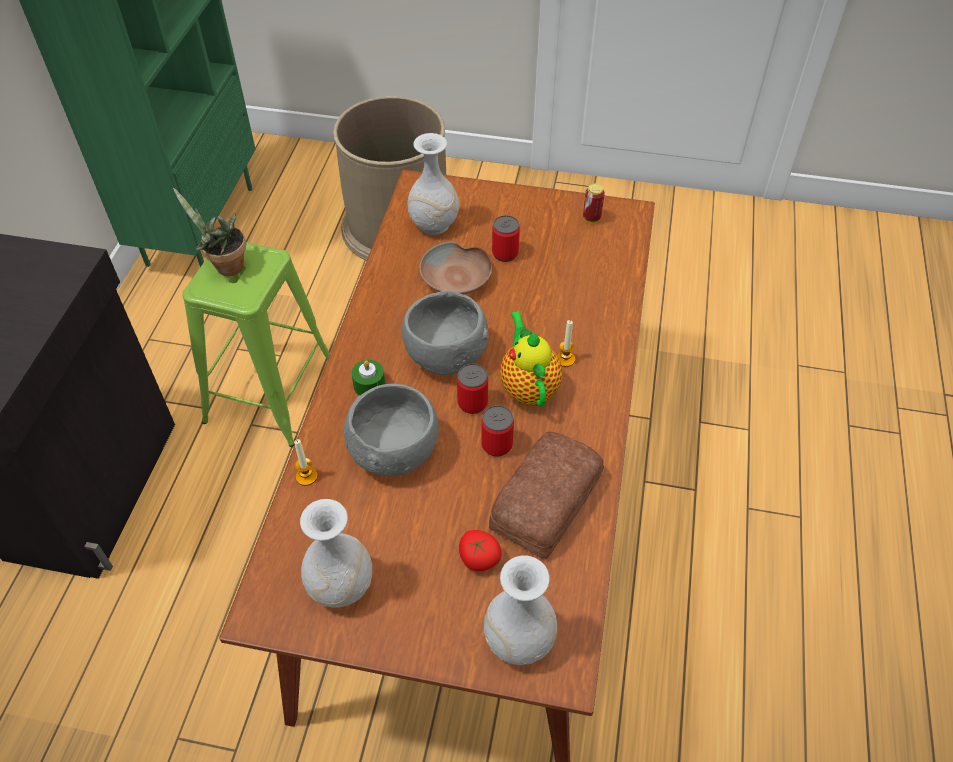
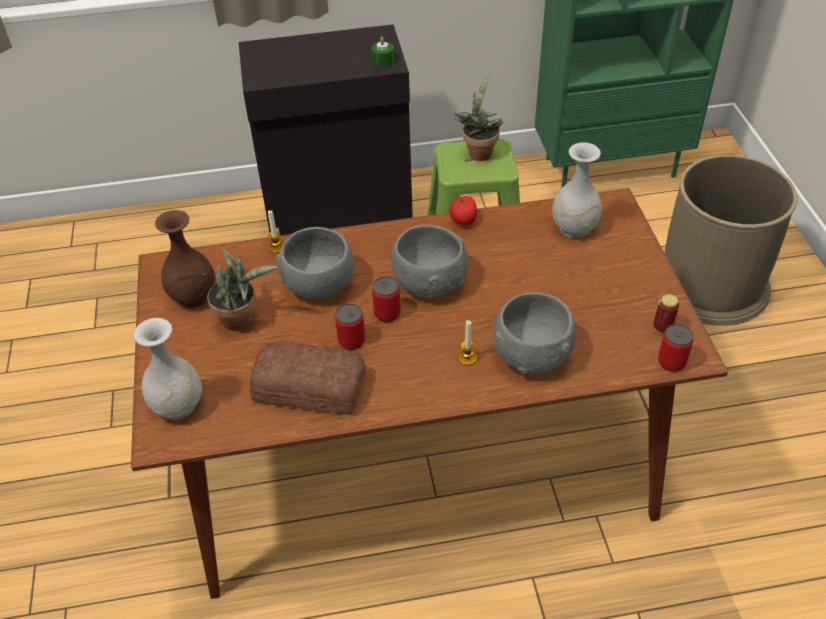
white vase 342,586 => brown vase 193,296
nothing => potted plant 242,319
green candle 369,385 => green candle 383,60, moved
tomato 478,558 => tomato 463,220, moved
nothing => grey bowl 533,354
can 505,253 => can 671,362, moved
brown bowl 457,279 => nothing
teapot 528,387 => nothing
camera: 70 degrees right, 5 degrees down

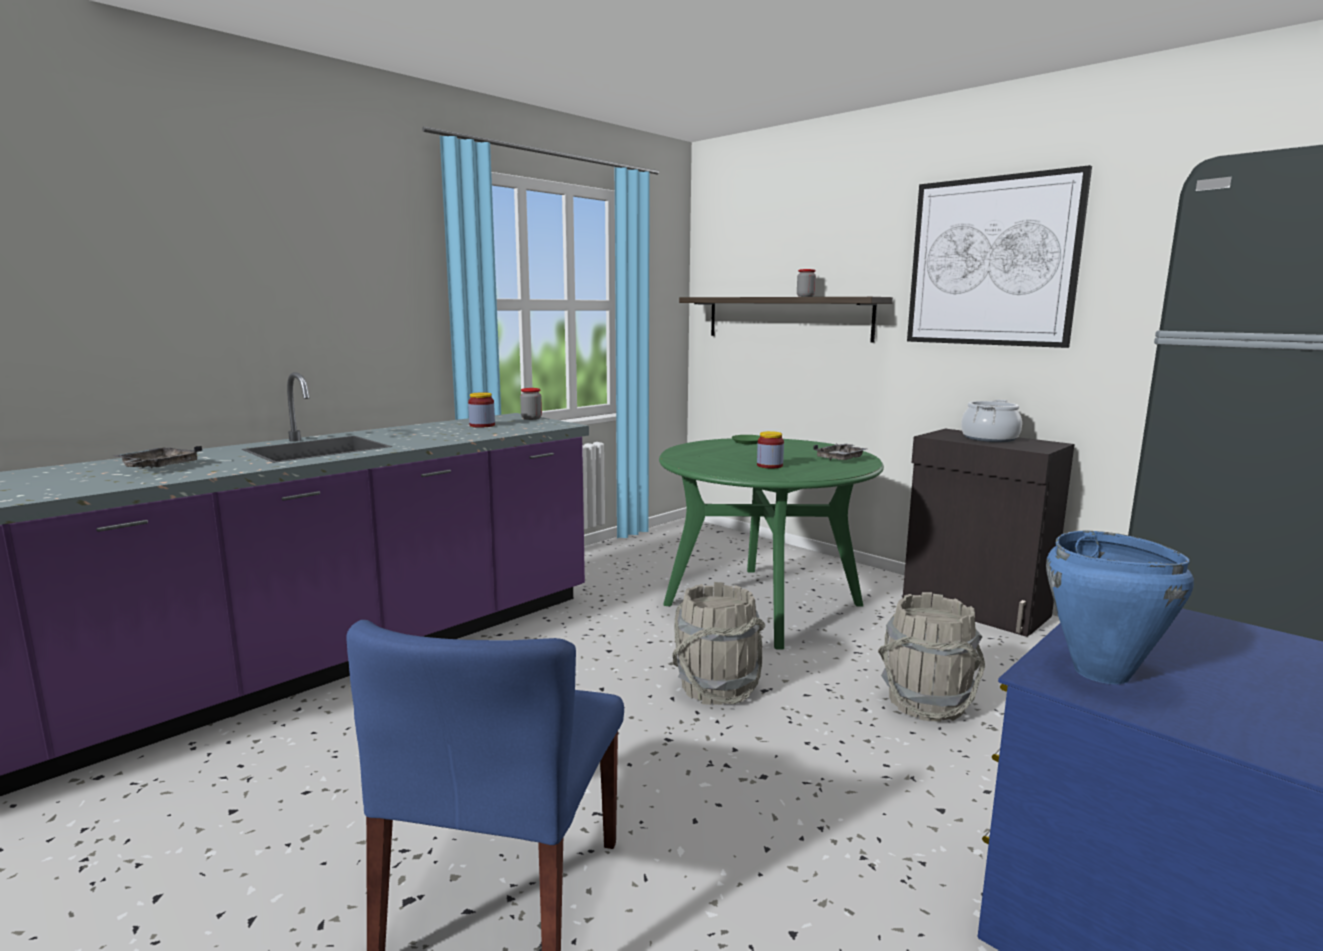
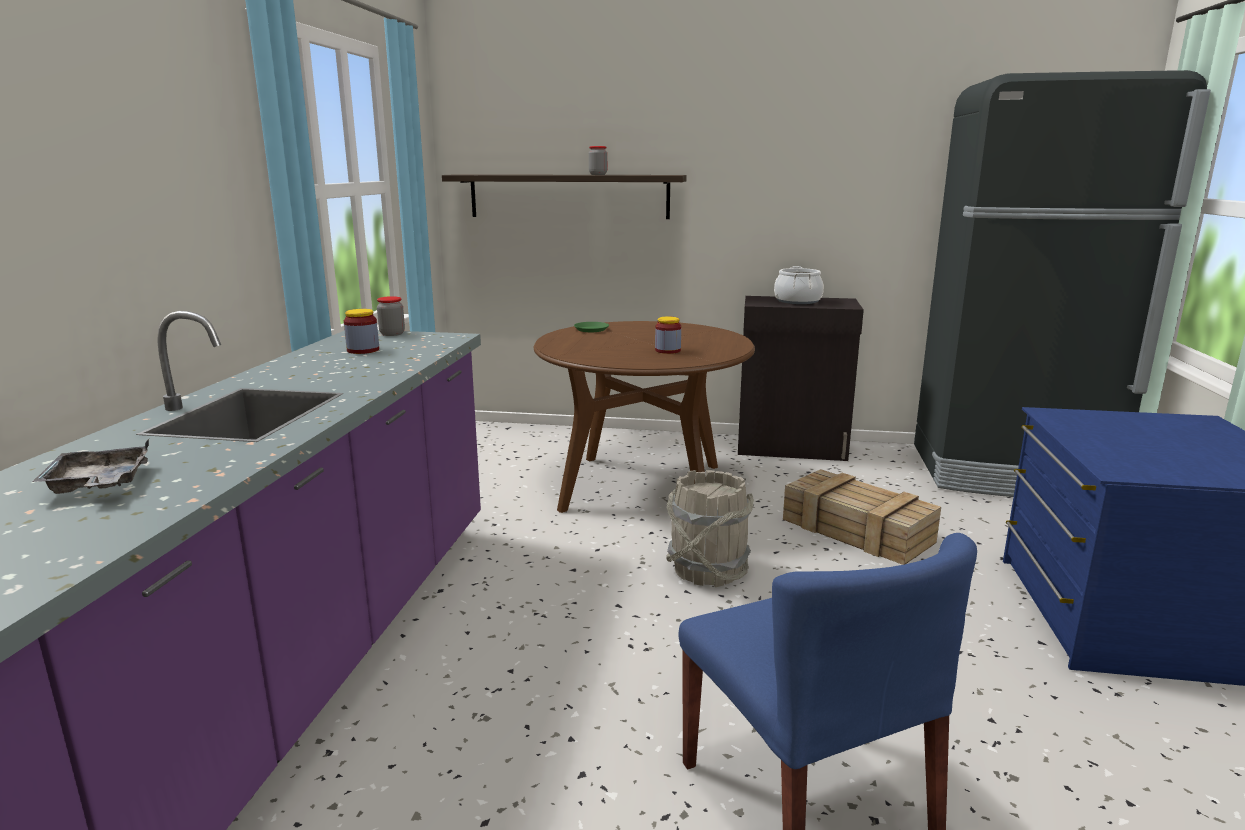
green dining table 763,604 => brown dining table 642,487
grey bucket 925,703 => crate 854,530
grey tray 841,458 => nothing
picture 992,262 => nothing
blue cooking pot 1100,673 => nothing
camera: 35 degrees left, 5 degrees up

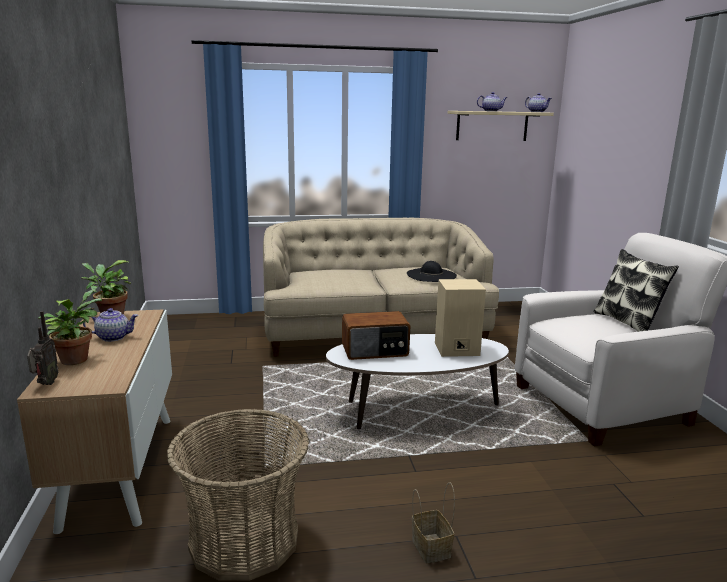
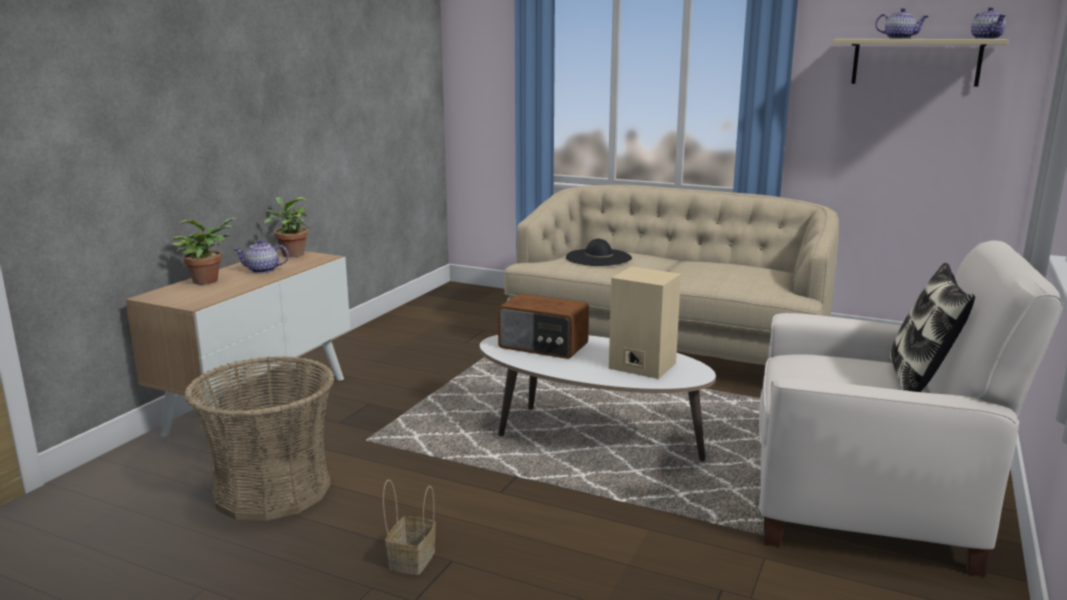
teapot 113,337 => teapot 262,270, 150 degrees clockwise
black hat 431,275 => black hat 598,258, moved
radio 45,384 => nothing
camera: 35 degrees right, 0 degrees up

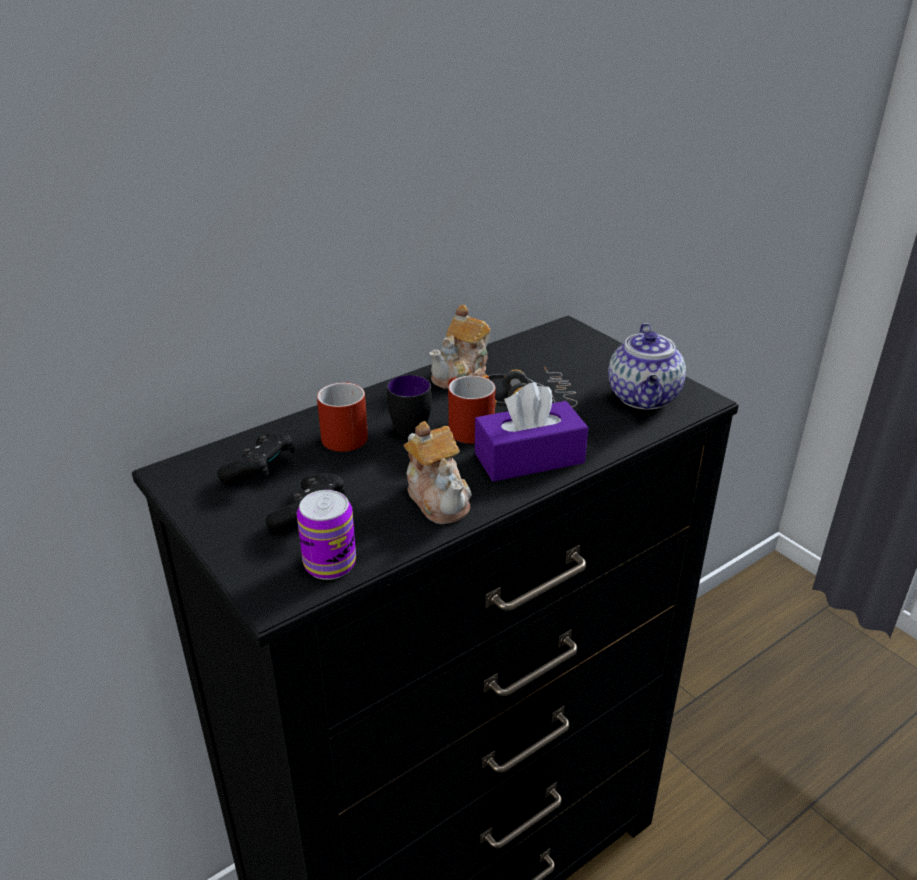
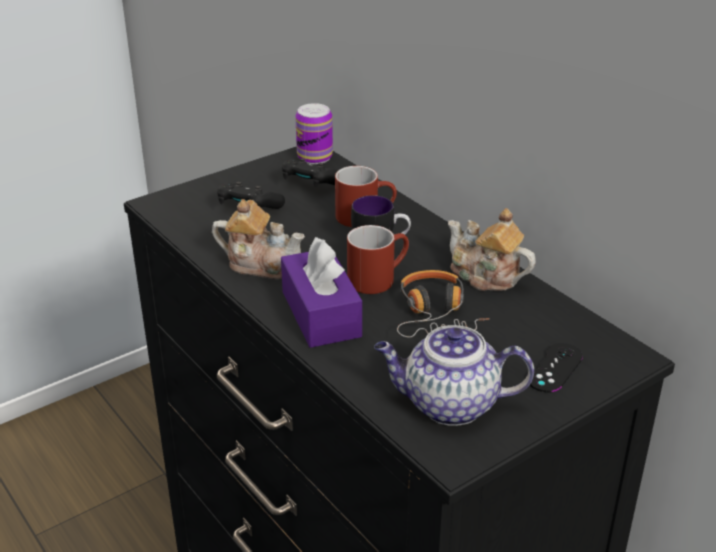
teapot 438,498 => teapot 261,264, 135 degrees counterclockwise
can 330,564 => can 314,157, moved
nothing => black game controller 554,368
camera: 90 degrees right, 0 degrees up

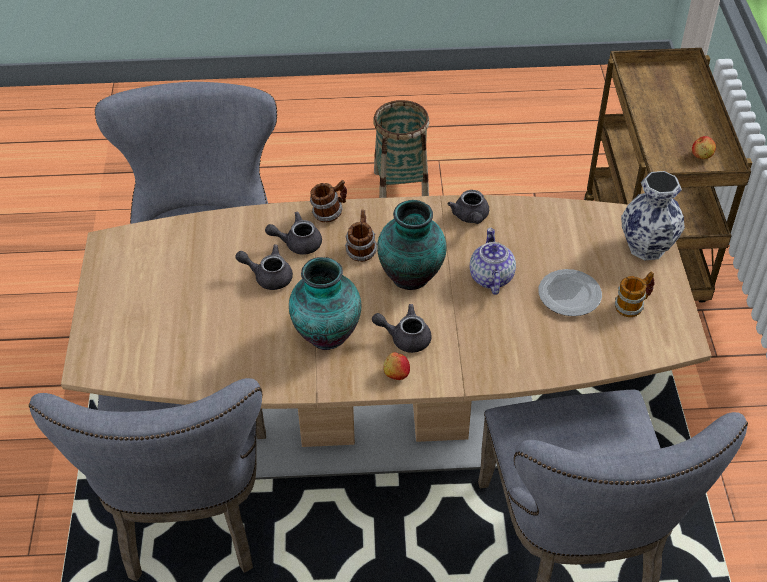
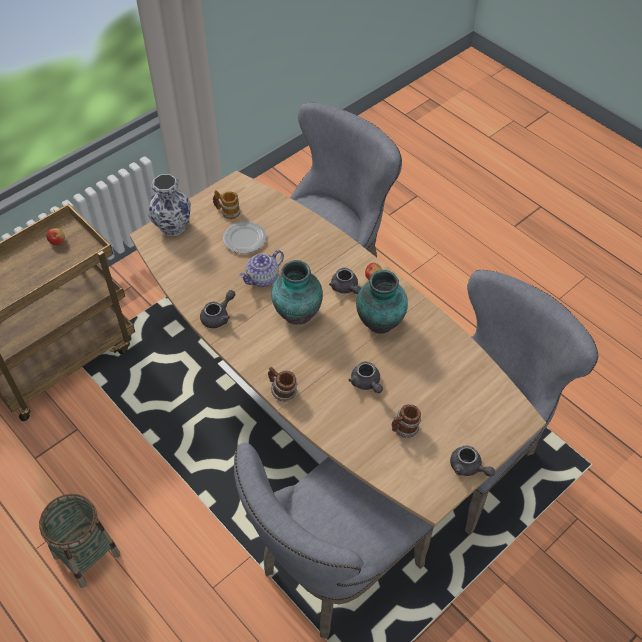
mug 361,250 => mug 404,429, moved
grey teapot 297,243 => grey teapot 468,467, moved
camera: 130 degrees left, 5 degrees up

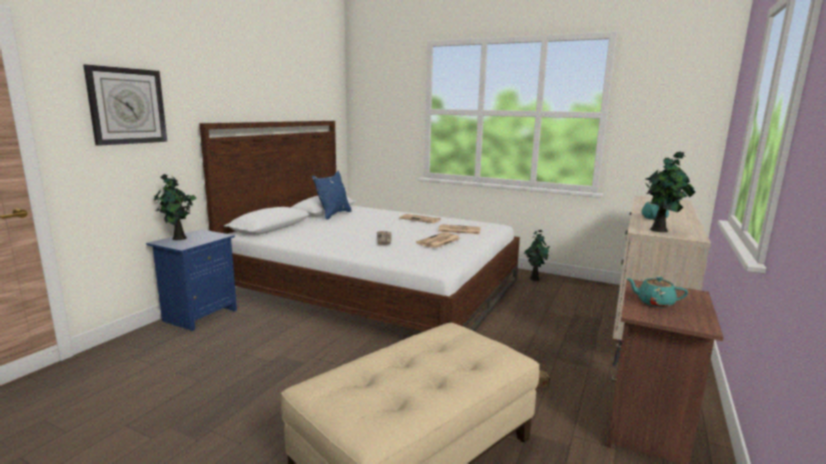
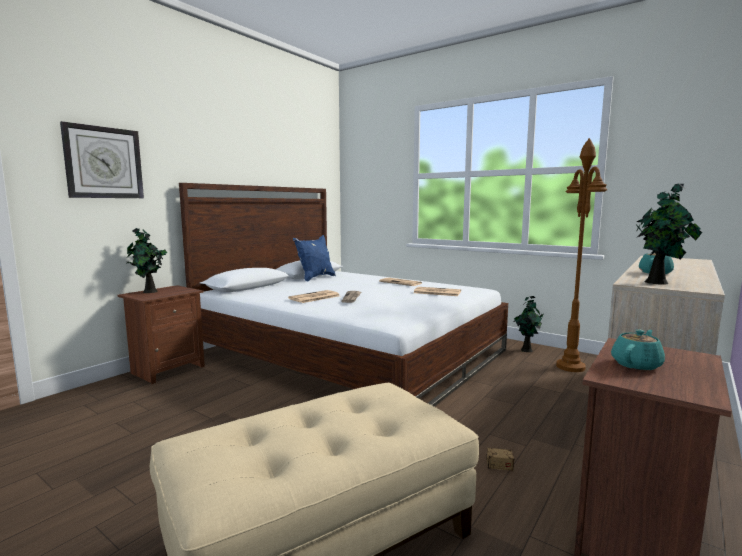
blue nightstand 199,315 => brown nightstand 167,370
newspaper 438,241 => newspaper 314,297, moved
nothing => brown floor lamp 570,367
turquoise teapot 654,302 => turquoise teapot 636,364, 105 degrees clockwise
camera: 10 degrees right, 5 degrees down

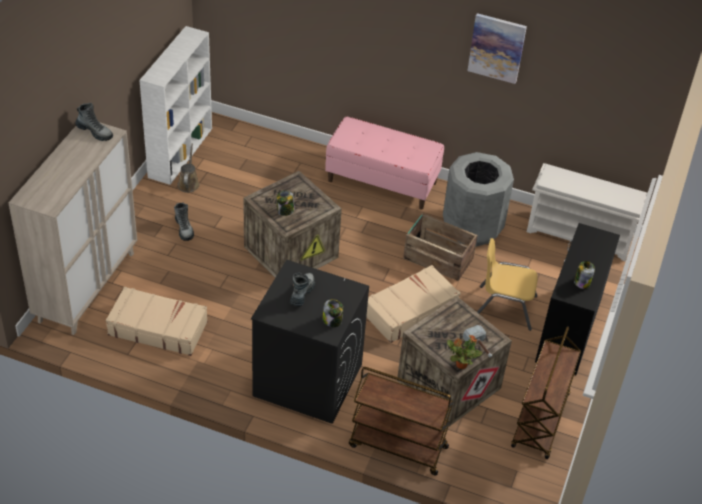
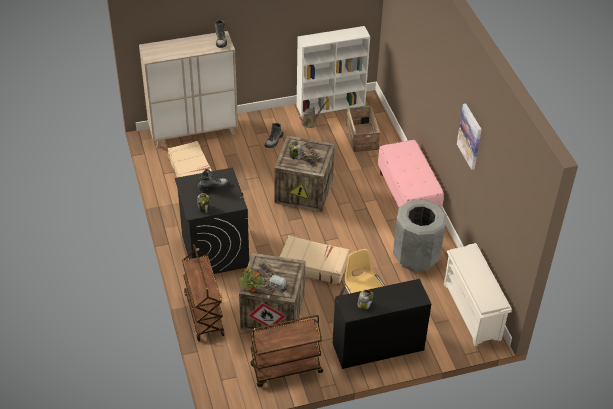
crate 437,258 => crate 362,136, moved
camera: 55 degrees right, 0 degrees up

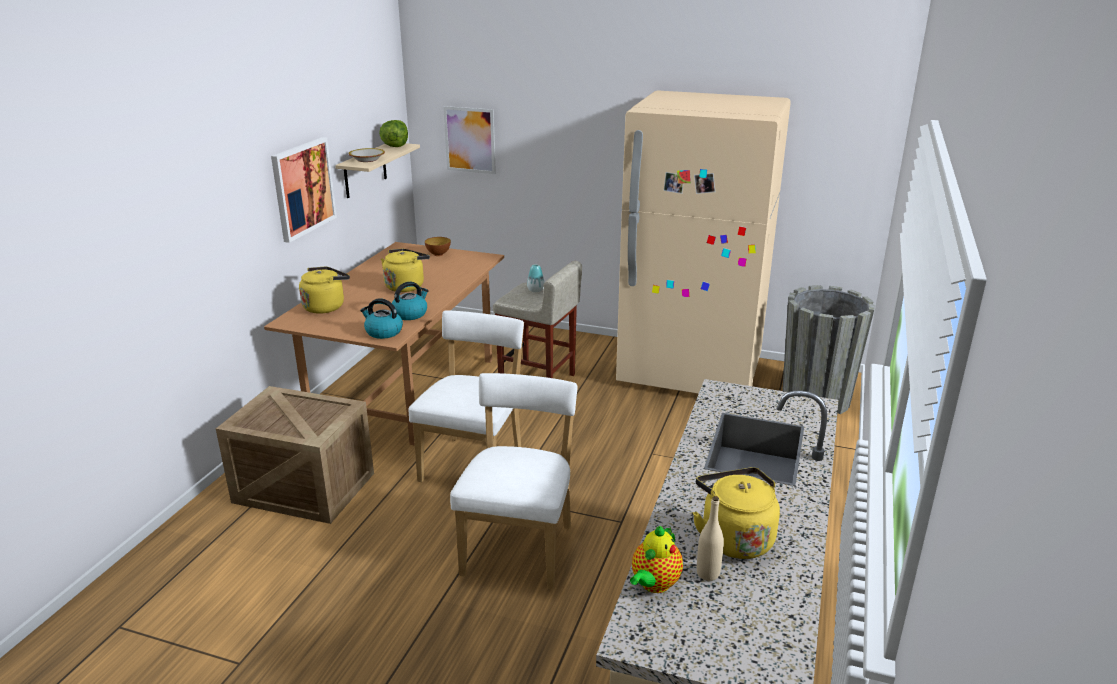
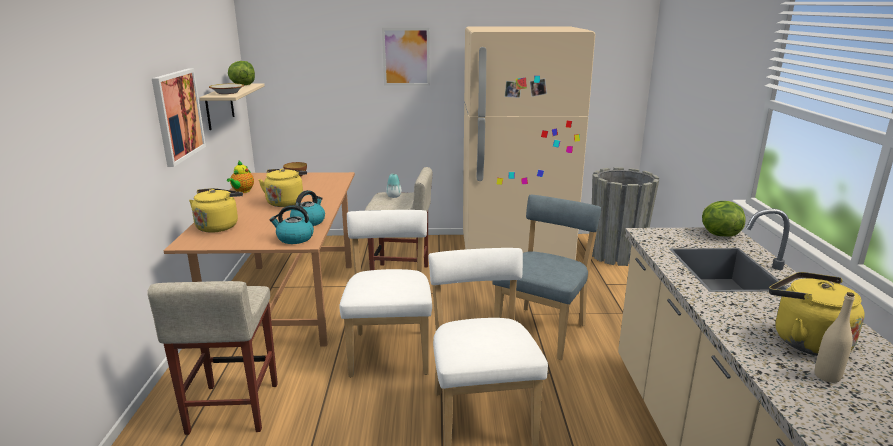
crate 302,488 => beige stool 233,408
teapot 654,585 => teapot 242,191, moved
picture 470,140 => picture 406,56, moved
nothing => blue chair 543,330
nothing => lettuce 718,234
camera: 20 degrees left, 5 degrees down

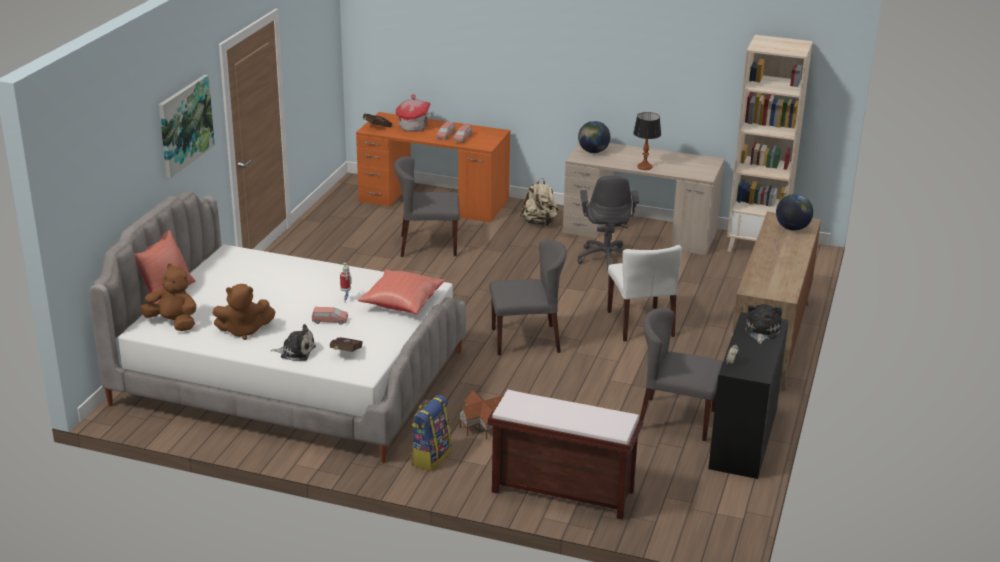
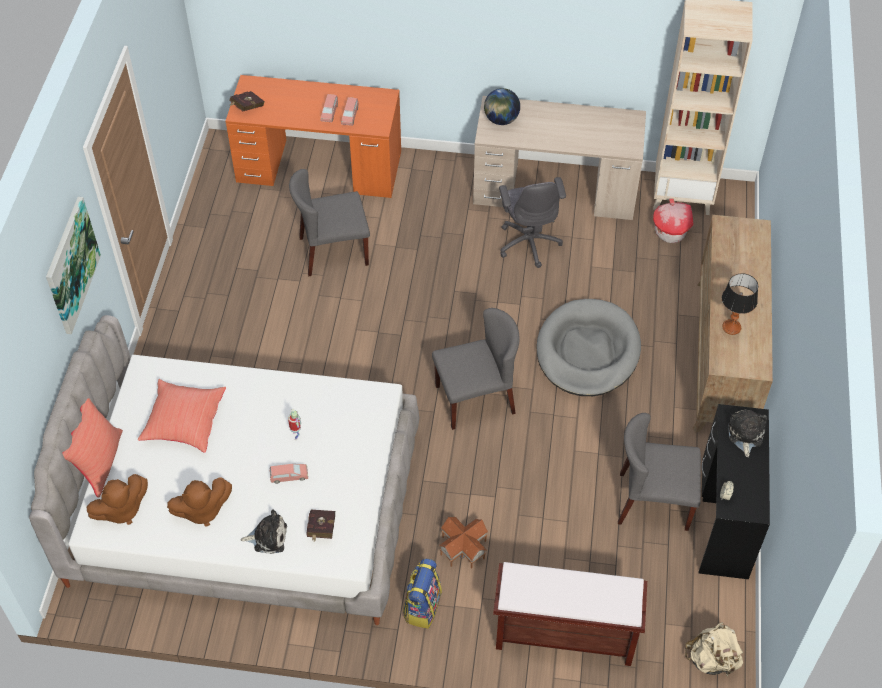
brown plush toy 173,323 => brown plush toy 121,510, 135 degrees clockwise
red pillow 401,303 => red pillow 184,423, moved
white chair 640,324 => grey dog bed 587,351
toy house 413,127 => toy house 670,231, moved
beige backpack 539,223 => beige backpack 712,660, moved
table lamp 645,167 => table lamp 731,327, moved
globe 792,228 => nothing
camera: 10 degrees left, 25 degrees up

